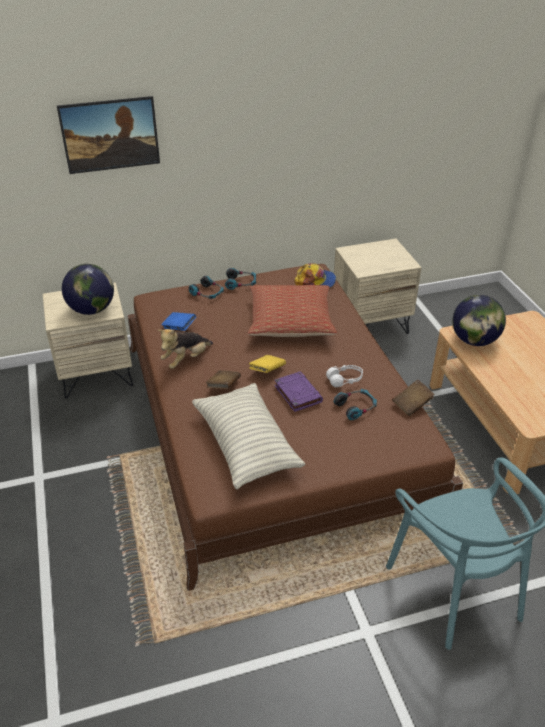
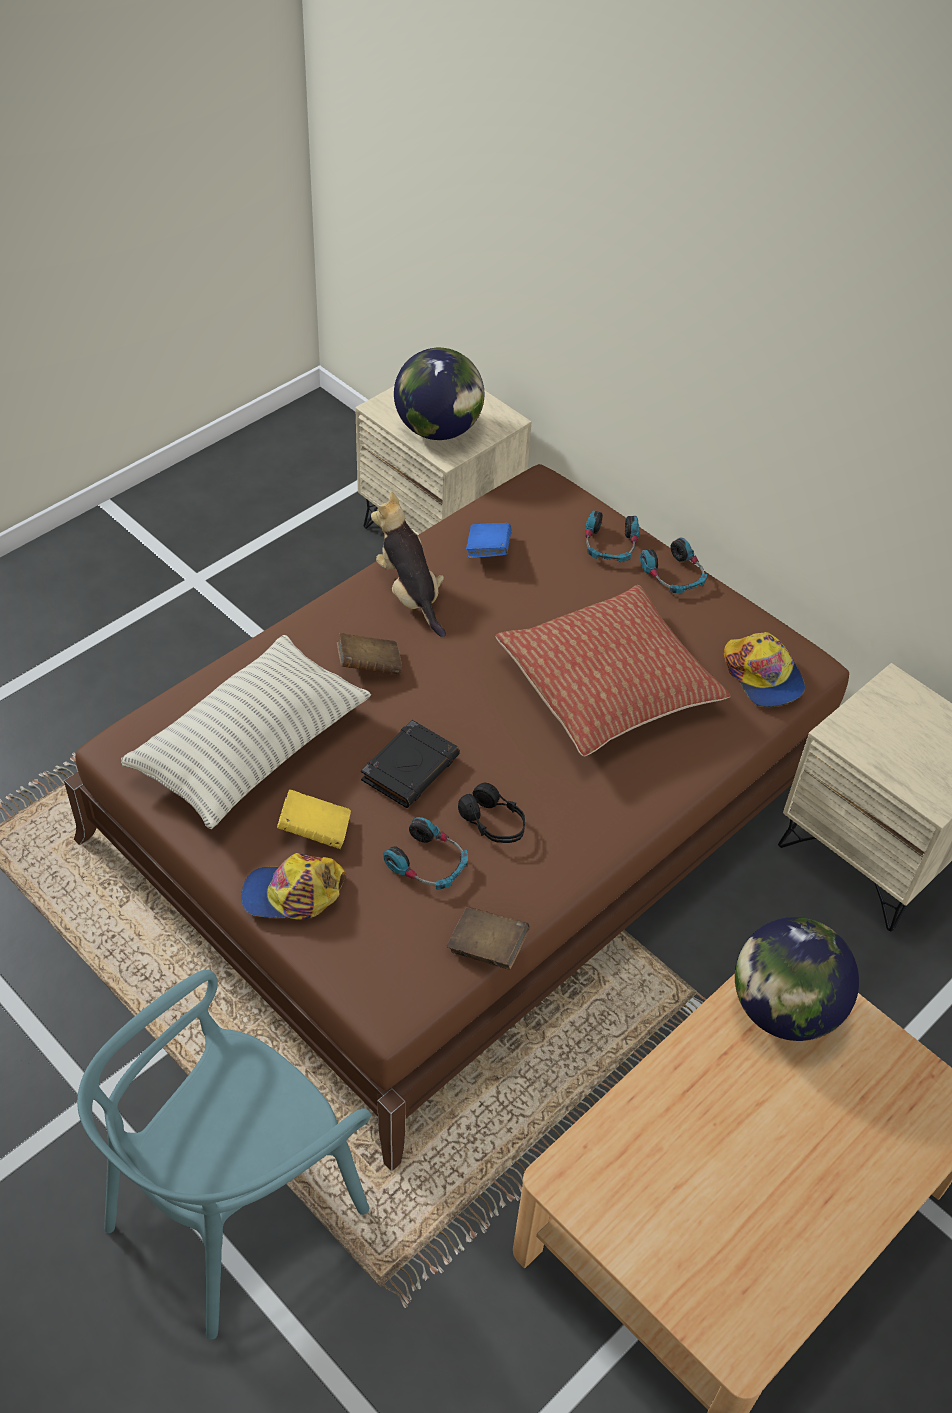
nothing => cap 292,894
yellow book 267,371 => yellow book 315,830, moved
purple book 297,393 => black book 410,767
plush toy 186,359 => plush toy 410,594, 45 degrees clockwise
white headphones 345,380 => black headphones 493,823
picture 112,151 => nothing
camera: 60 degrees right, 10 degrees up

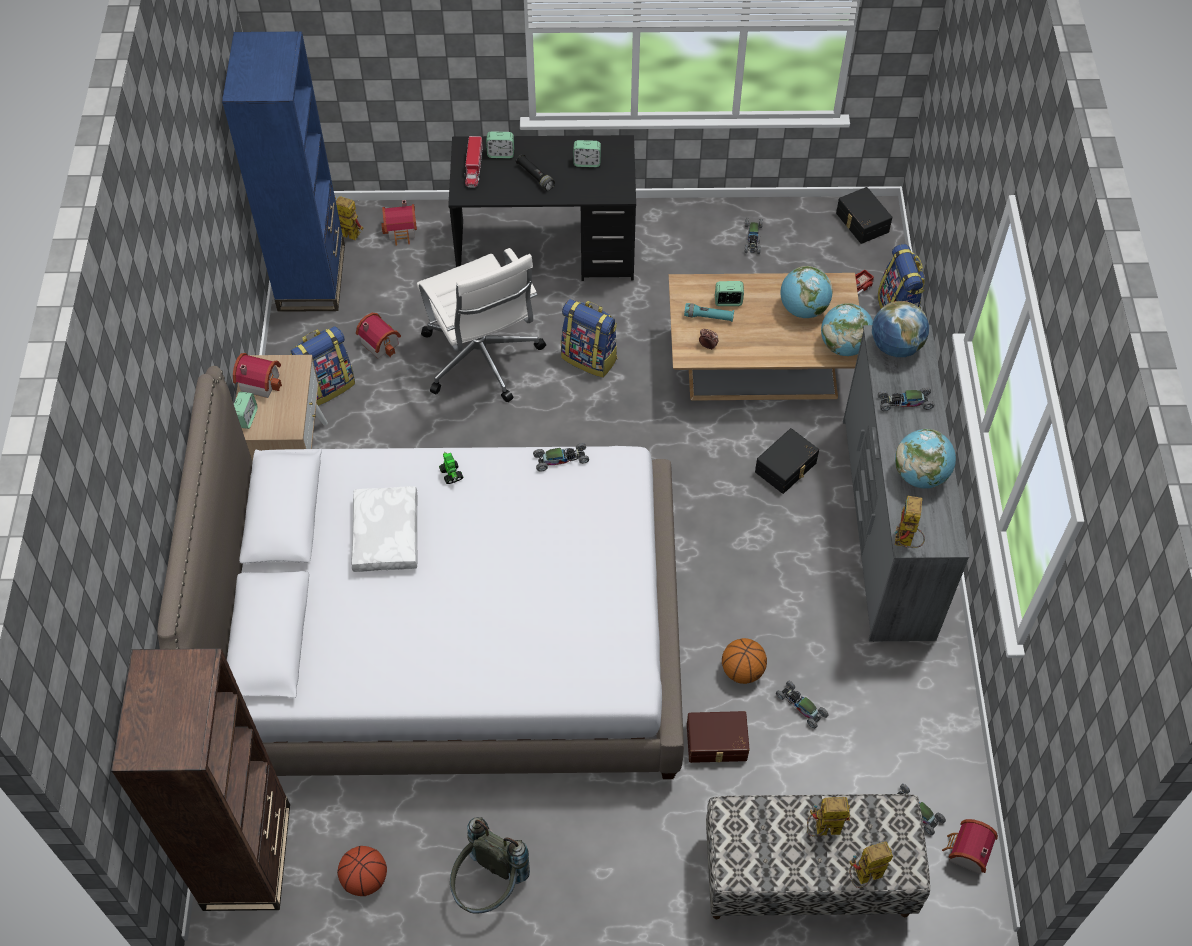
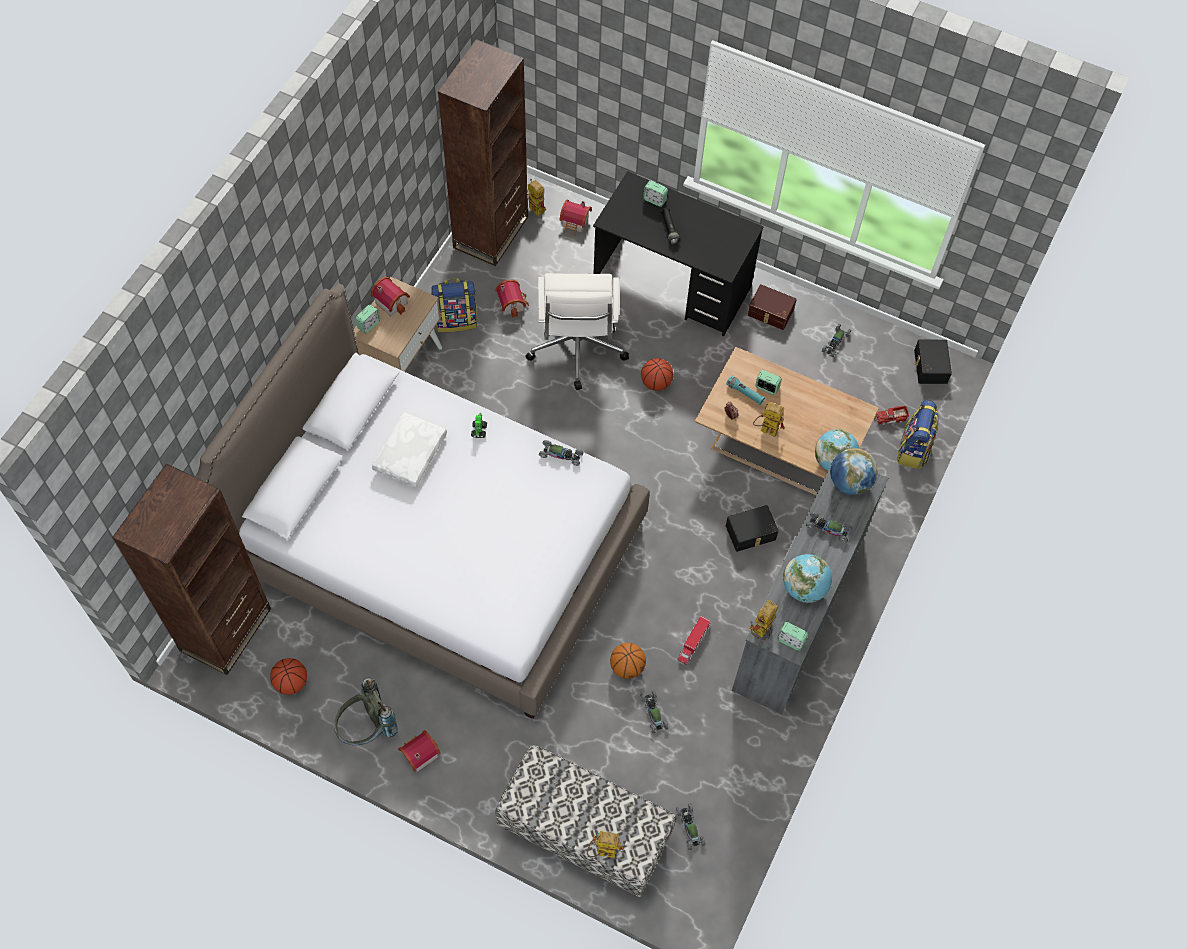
toy house 966,853 => toy house 418,754, moved
blue bookcase 312,277 => brown bookcase 491,232
backpack 590,358 => basketball 656,383
toy truck 474,167 => toy truck 693,643, moved
brown storage box 717,743 => brown storage box 770,313, moved
toy robot 822,830 => toy robot 765,430, moved
alarm clock 587,162 => alarm clock 791,641, moved
globe 803,309 => nothing
camera: 25 degrees right, 5 degrees up

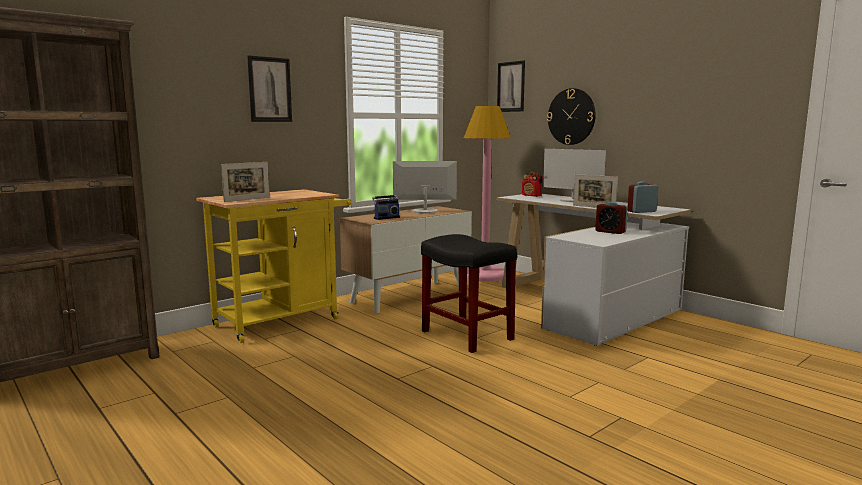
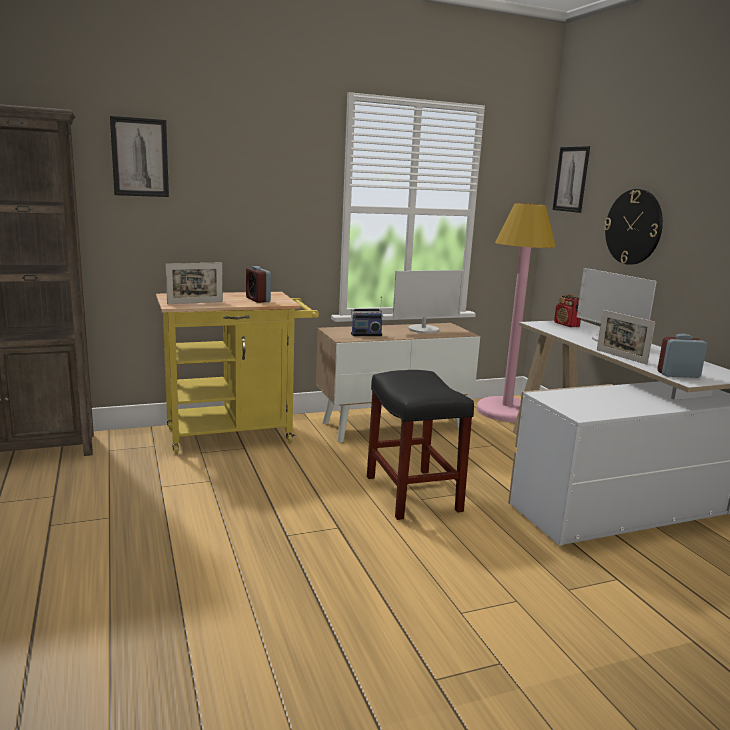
picture 270,89 => picture 140,157, moved
alarm clock 610,232 => alarm clock 258,300, moved
monitor 425,211 => monitor 423,329, 135 degrees clockwise
camera: 20 degrees right, 5 degrees up

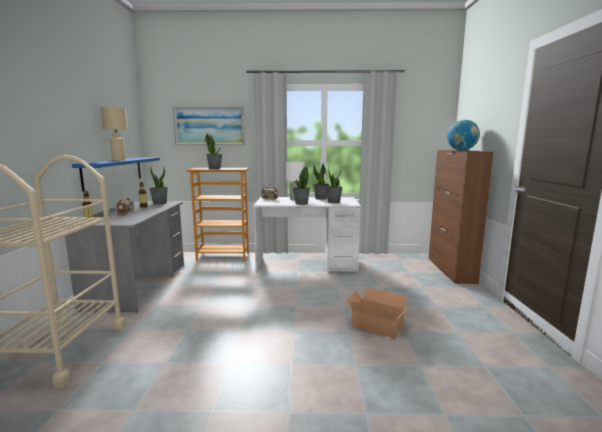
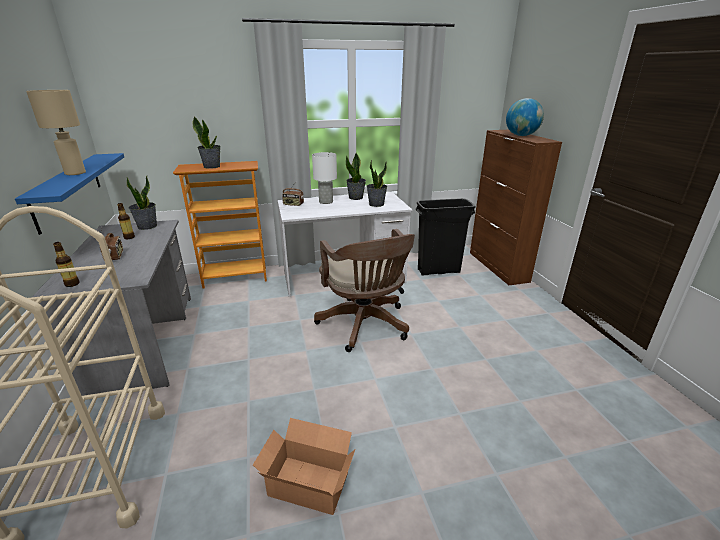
cardboard box 376,324 => cardboard box 308,481, moved
nothing => brown office chair 365,326
nothing => black trash can 439,271
picture 209,126 => nothing
potted plant 301,203 => nothing
camera: 15 degrees left, 15 degrees up

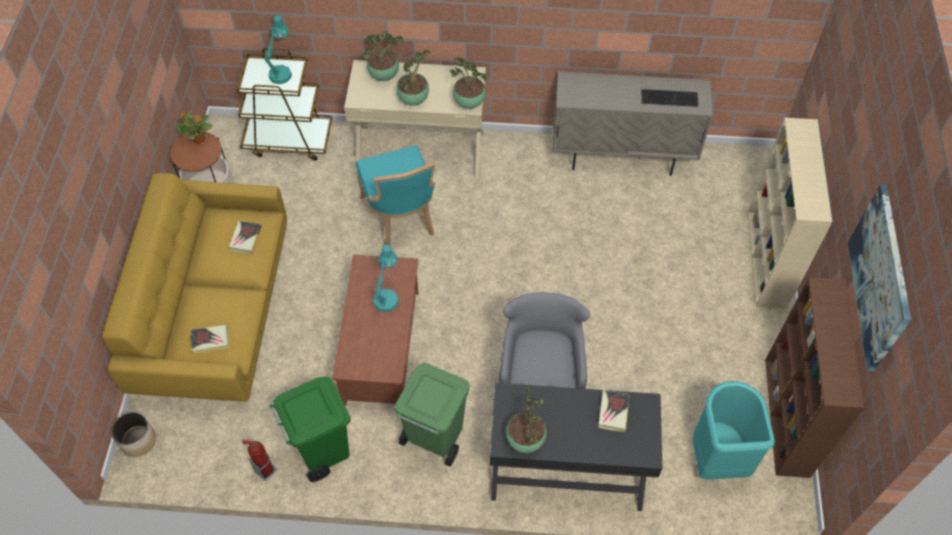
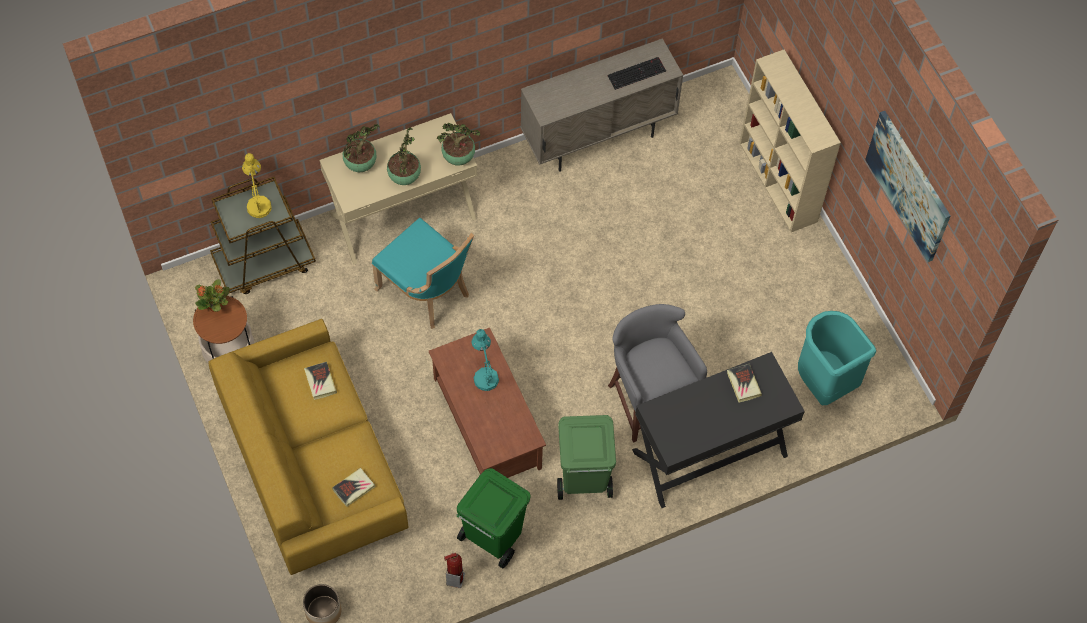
turquoise table lamp 282,72 => yellow table lamp 258,202
potted plant 525,439 => nothing
brown bookcase 787,418 => nothing
camera: 30 degrees left, 5 degrees up

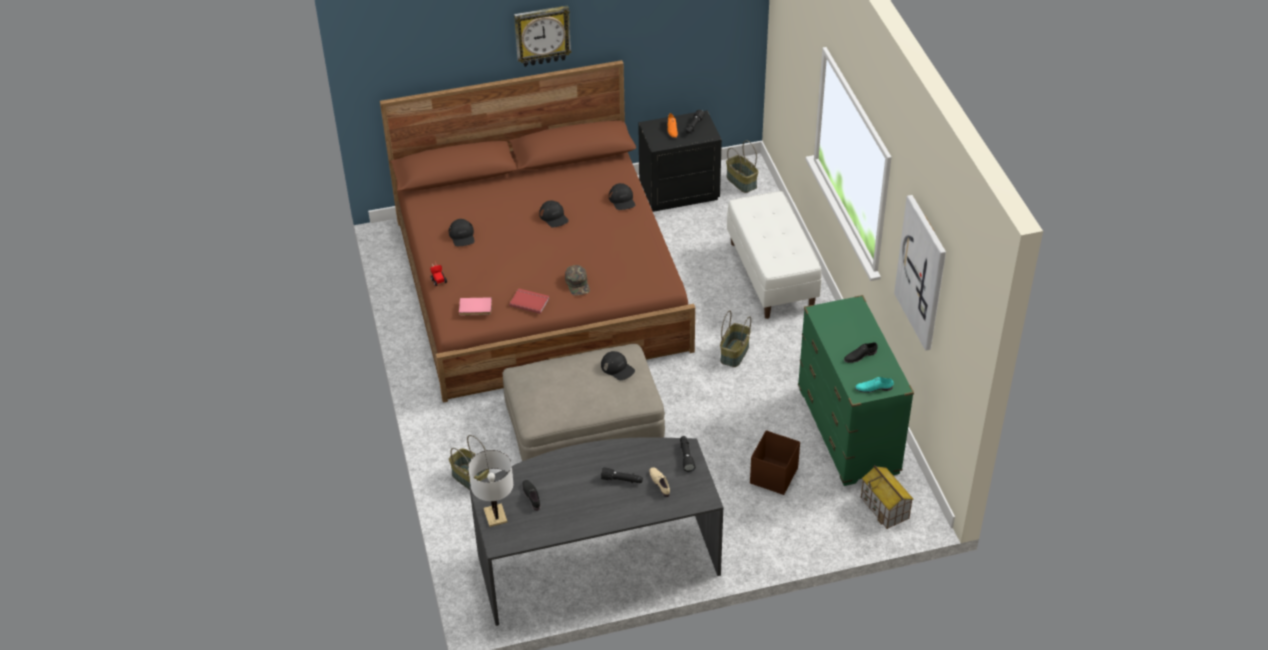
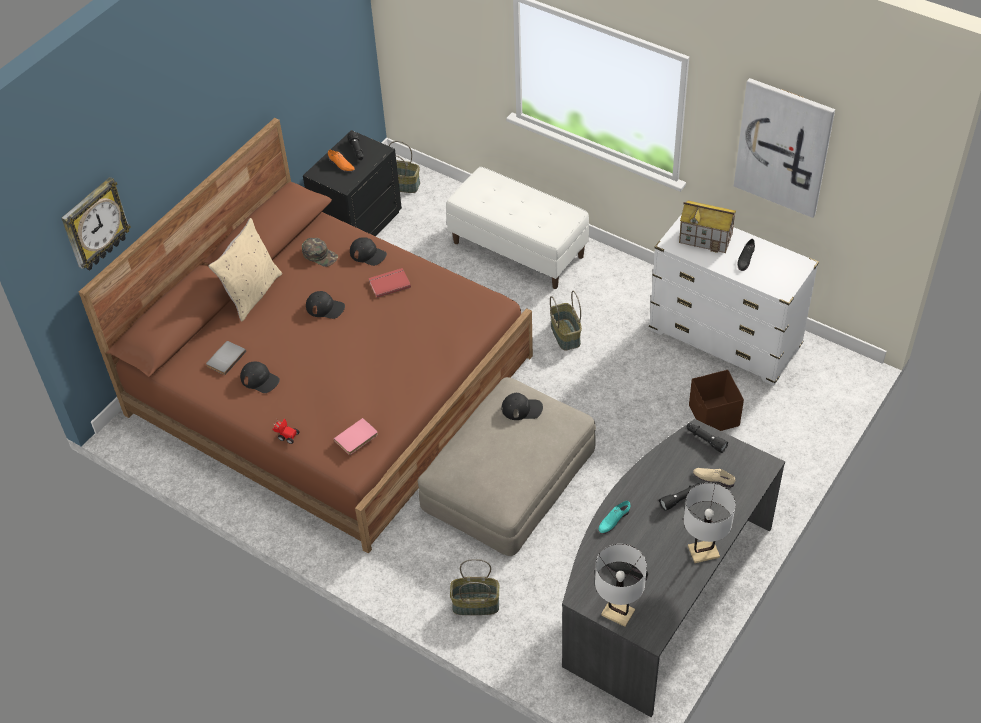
wall clock 542,35 => wall clock 94,225, moved
nothing => grey book 225,358
nothing => beige pillow 252,293
green cap 577,284 => green cap 320,255, moved
red book 529,301 => red book 389,283, moved
turquoise shoe 873,388 => turquoise shoe 613,520, moved
green dresser 848,431 => white dresser 725,339
toy house 885,508 => toy house 706,238, moved
nothing => white table lamp 703,552
camera: 40 degrees left, 5 degrees up

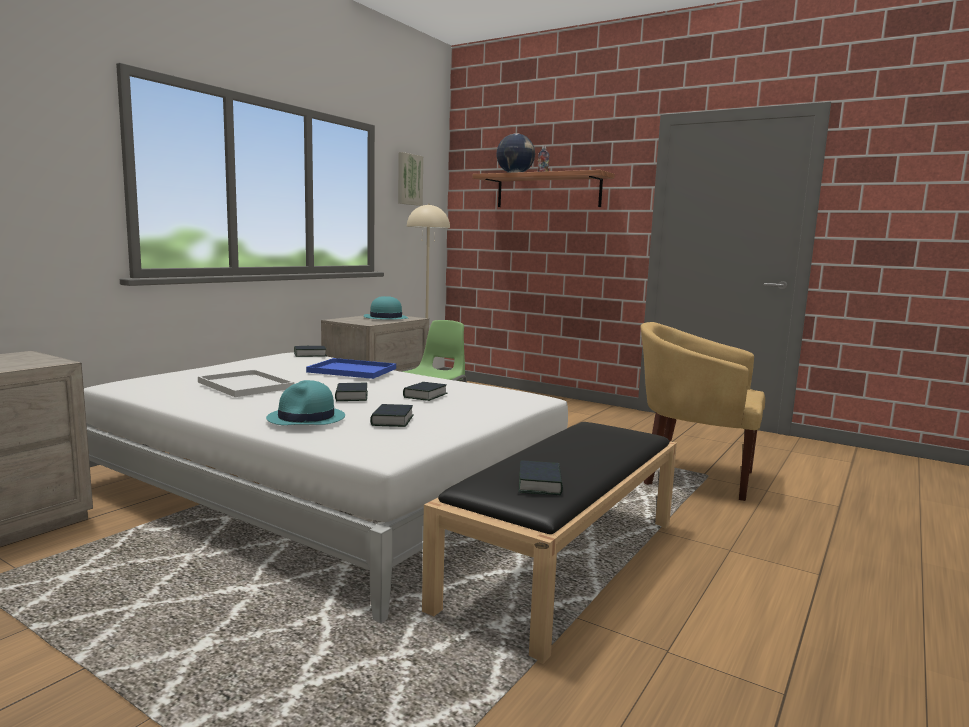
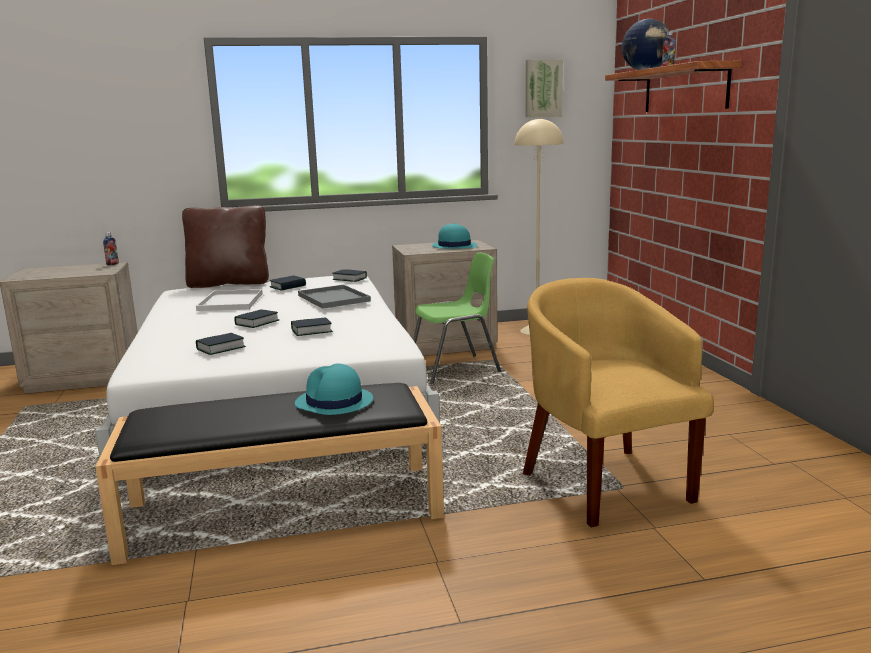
nothing => bottle 112,264
nothing => brown pillow 229,283
book 540,484 => book 288,286, moved
turquoise hat 306,418 => turquoise hat 334,402, moved
blue tray 354,370 => grey tray 335,298
camera: 45 degrees right, 5 degrees up

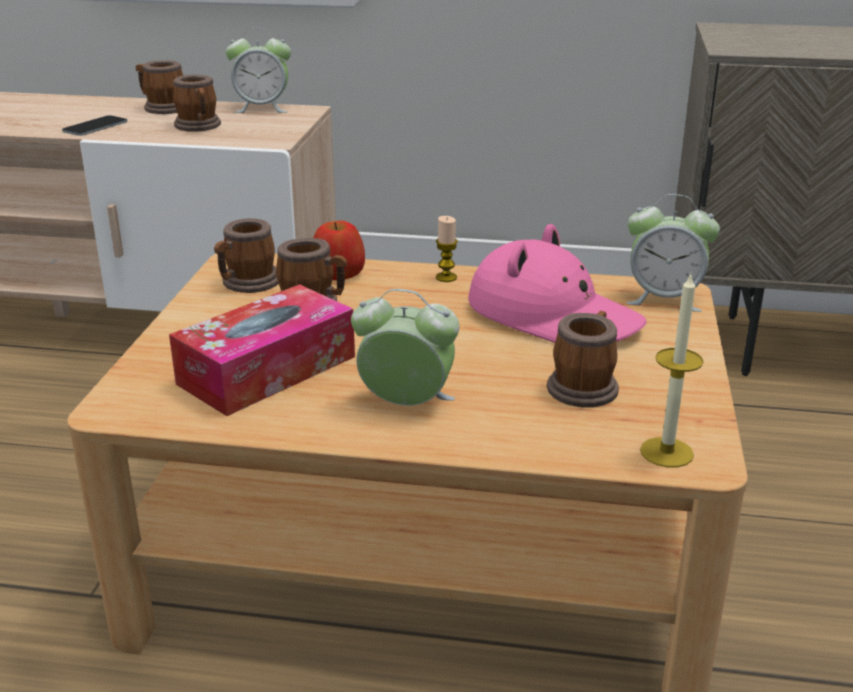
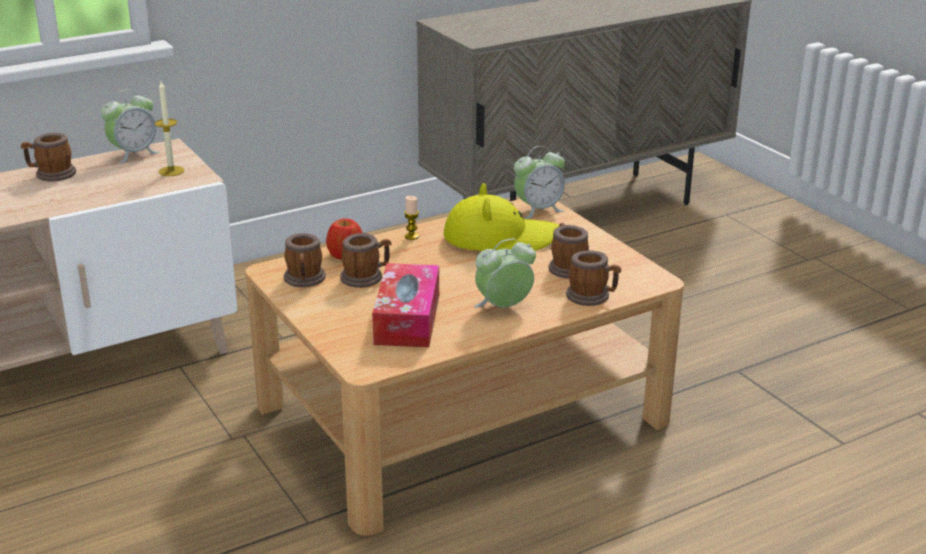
candle 666,452 => candle 171,171, moved
pink hat 553,315 => yellow hat 500,238
mug 199,126 => mug 592,297, moved
phone 95,126 => nothing
camera: 40 degrees left, 0 degrees up

